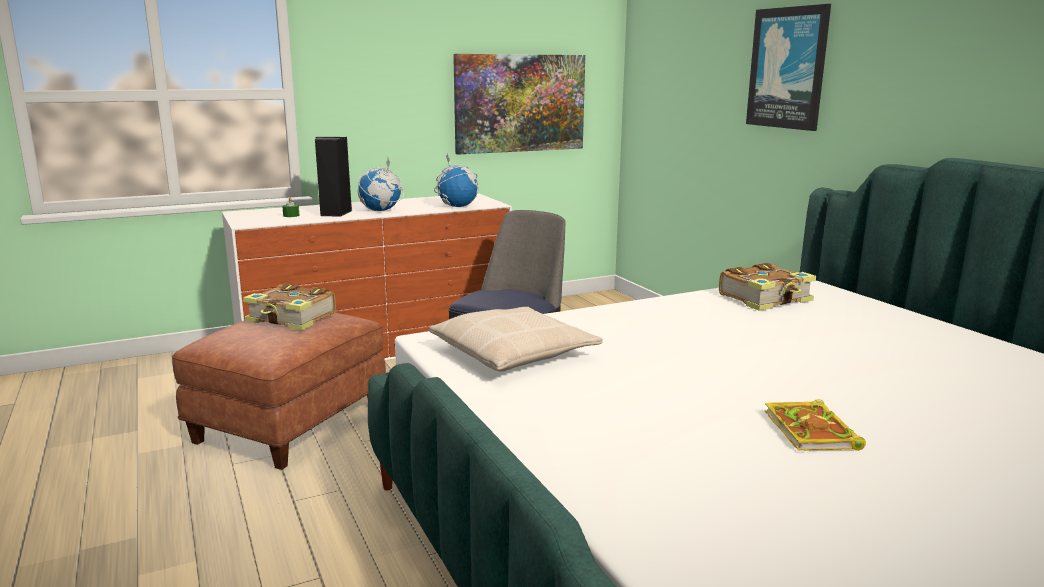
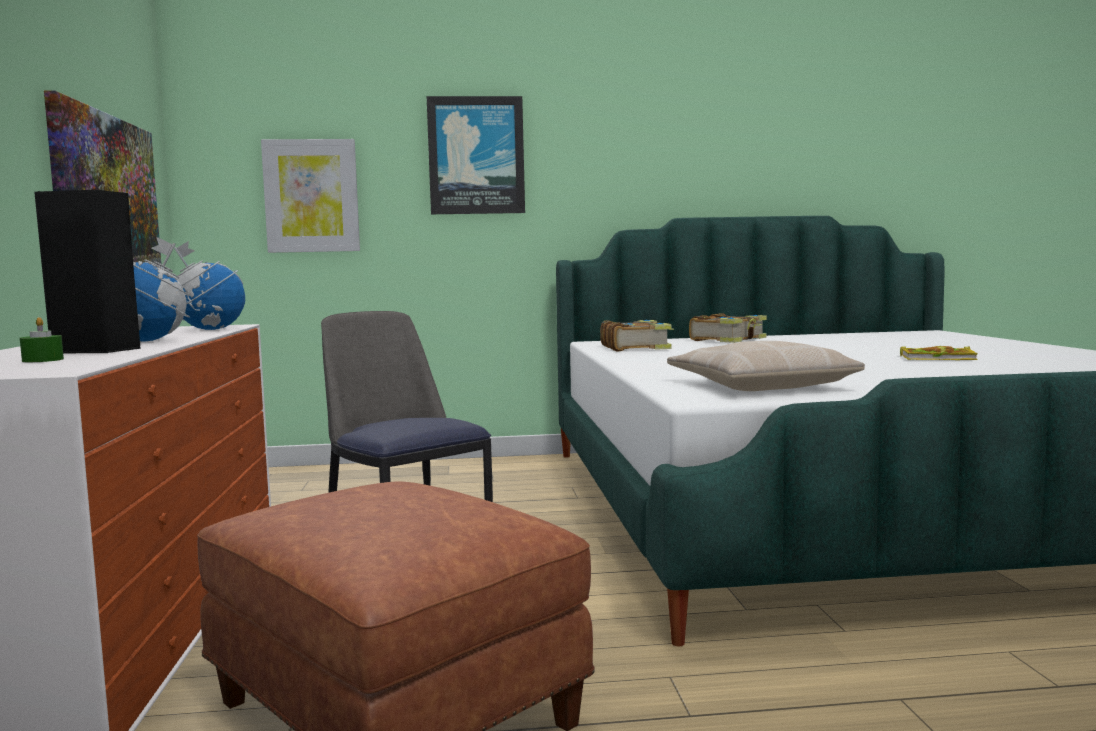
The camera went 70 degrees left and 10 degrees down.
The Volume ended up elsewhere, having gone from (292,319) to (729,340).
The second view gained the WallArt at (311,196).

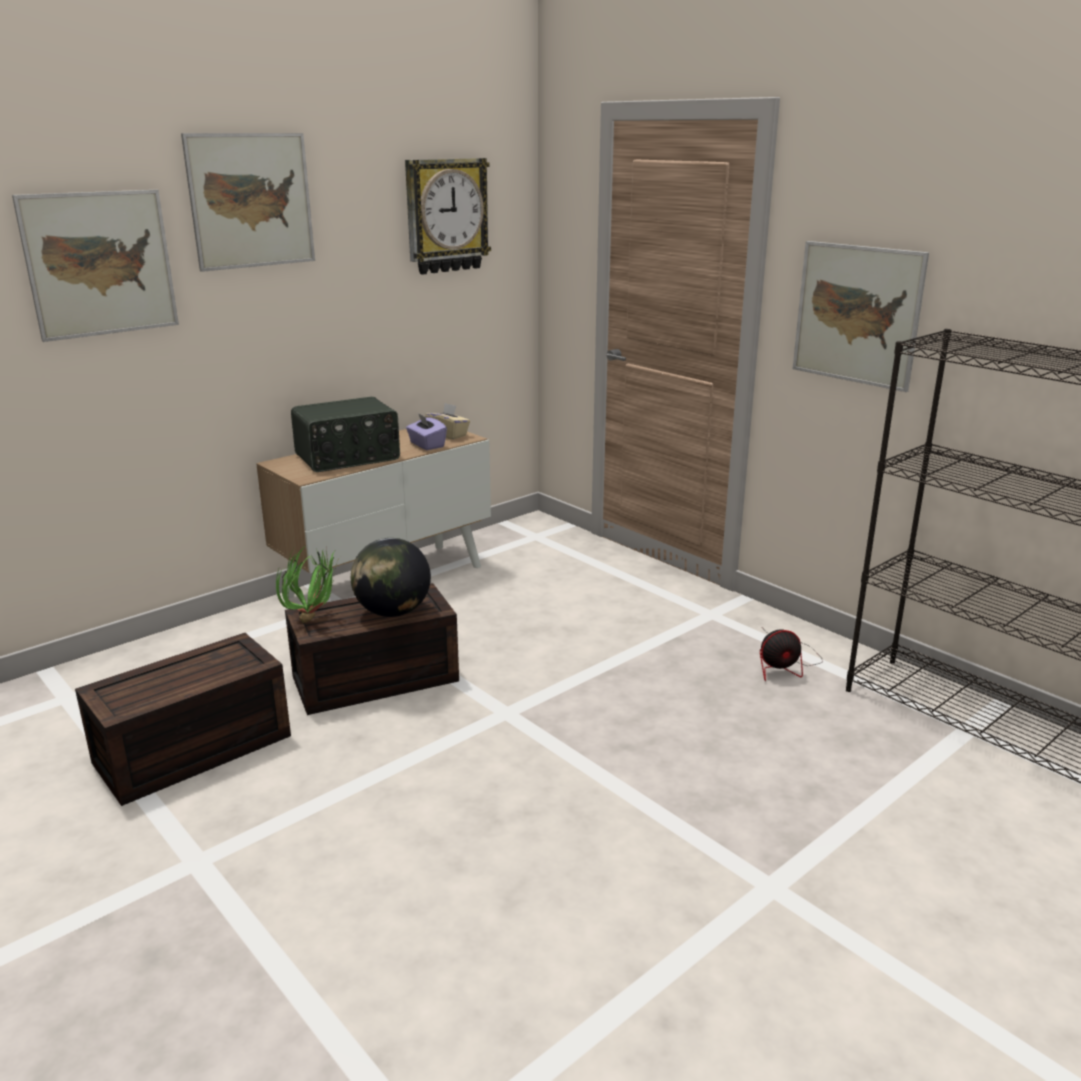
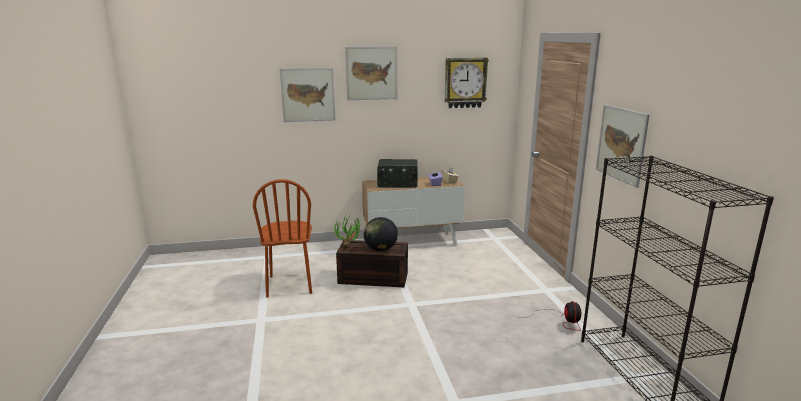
The camera went 30 degrees right and 5 degrees down.
Where the BrownColouredStorageContainer stood at (192,751), the BrownColouredChair came to stand at (289,285).
The CoolingFan at (785,664) ended up facing another way, 105 degrees counterclockwise from before.

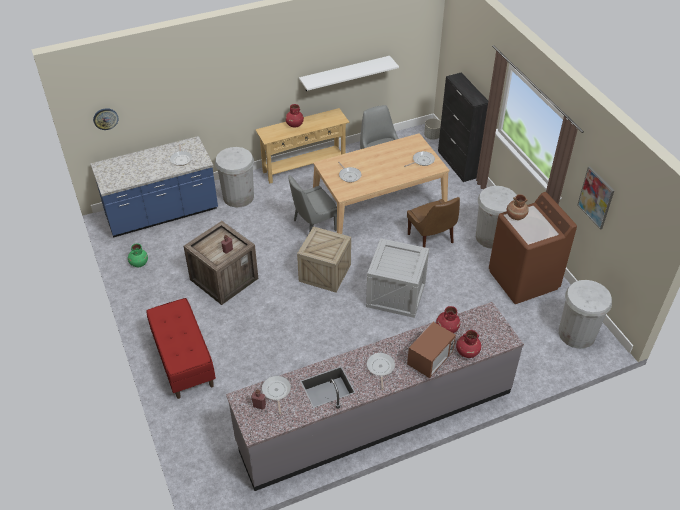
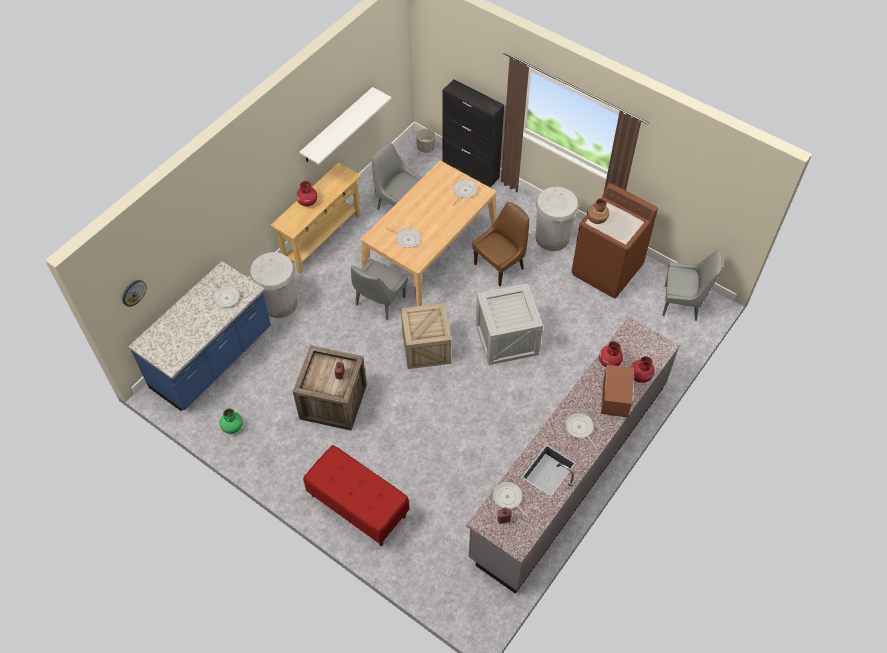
The camera went 30 degrees left and 10 degrees up.
The BrownColouredChair at (431,239) ended up facing another way, 75 degrees counterclockwise from before.
Where the WhiteColouredTrashCan stood at (577,334), the GrayChair came to stand at (682,303).
The second view lost the WallArt at (596,197).

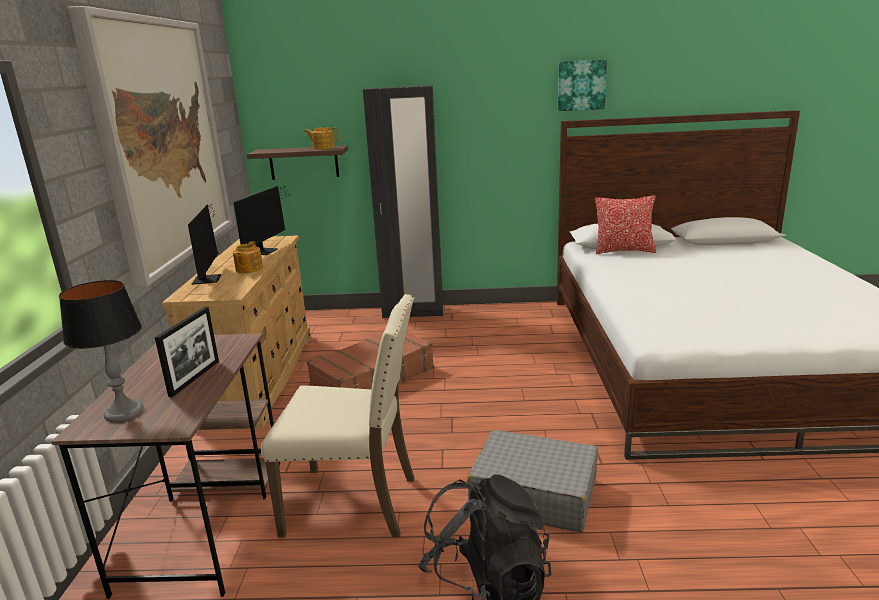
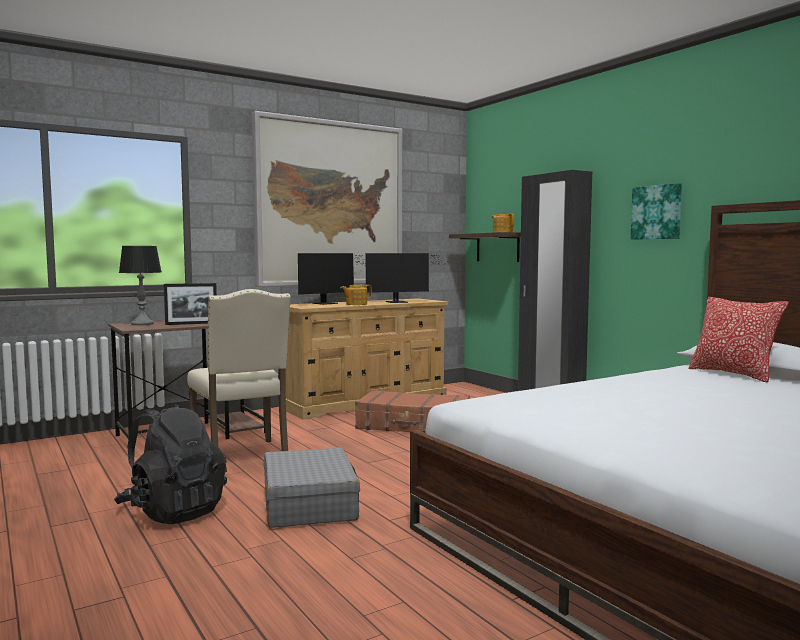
The camera went 55 degrees right and 15 degrees down.
The WallArt ended up elsewhere, having gone from (581,85) to (657,212).

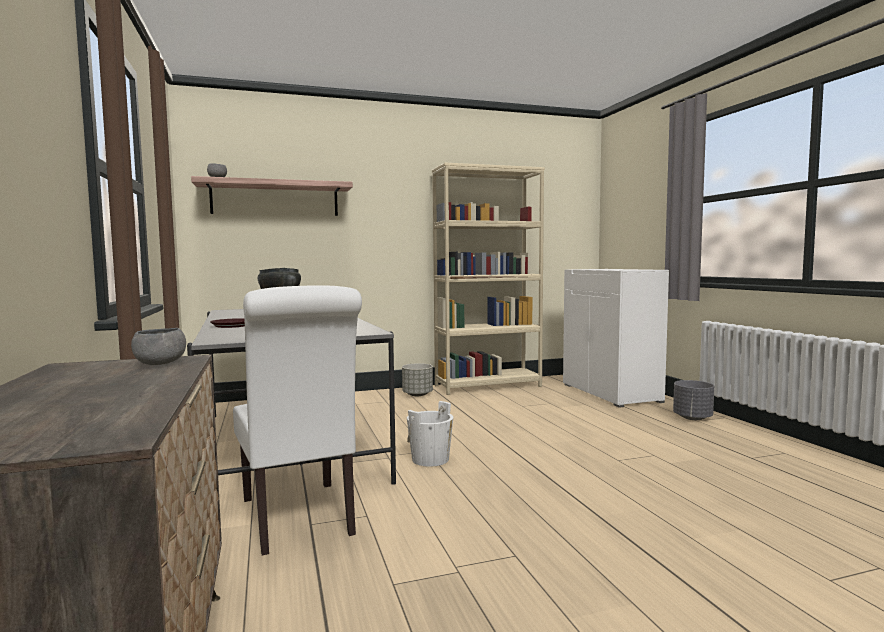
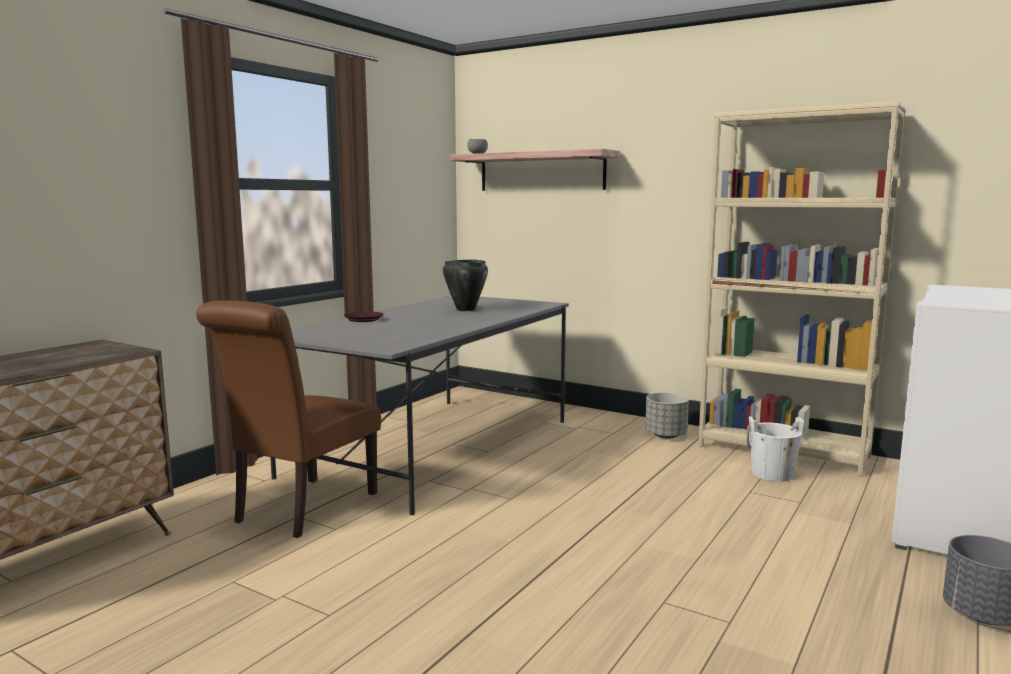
The camera went 50 degrees right and 5 degrees up.
The second view lost the GrayDeepDish at (160,364).
What was the WhiteColouredChair at (299,519) turned into the BrownColouredChair at (300,510).
The WhiteColouredBucket ended up elsewhere, having gone from (430,459) to (772,474).

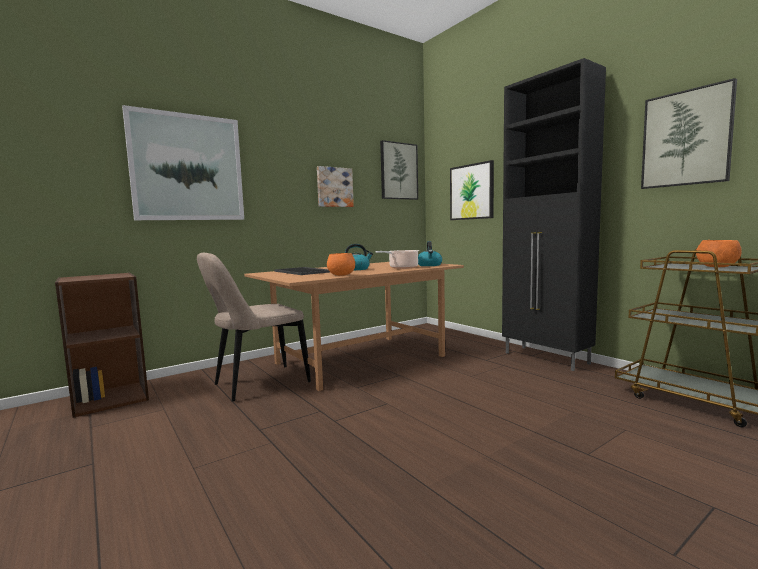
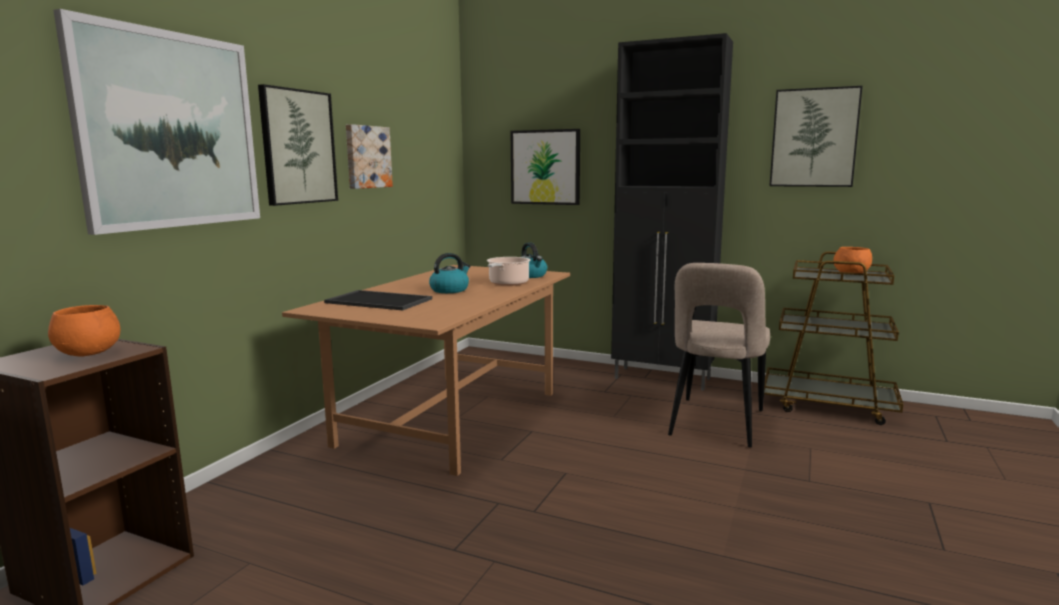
The camera went 30 degrees left and 5 degrees up.
The BeigeColouredChair ended up elsewhere, having gone from (257,384) to (715,425).
The OrangeyDeepDish ended up elsewhere, having gone from (341,275) to (89,353).
The WallArt ended up elsewhere, having gone from (398,171) to (298,147).

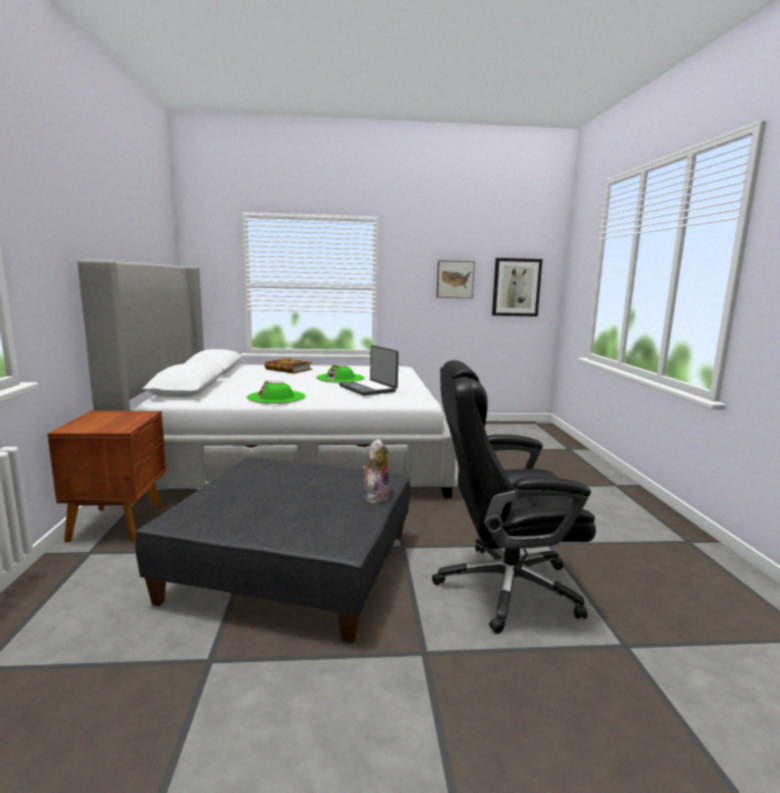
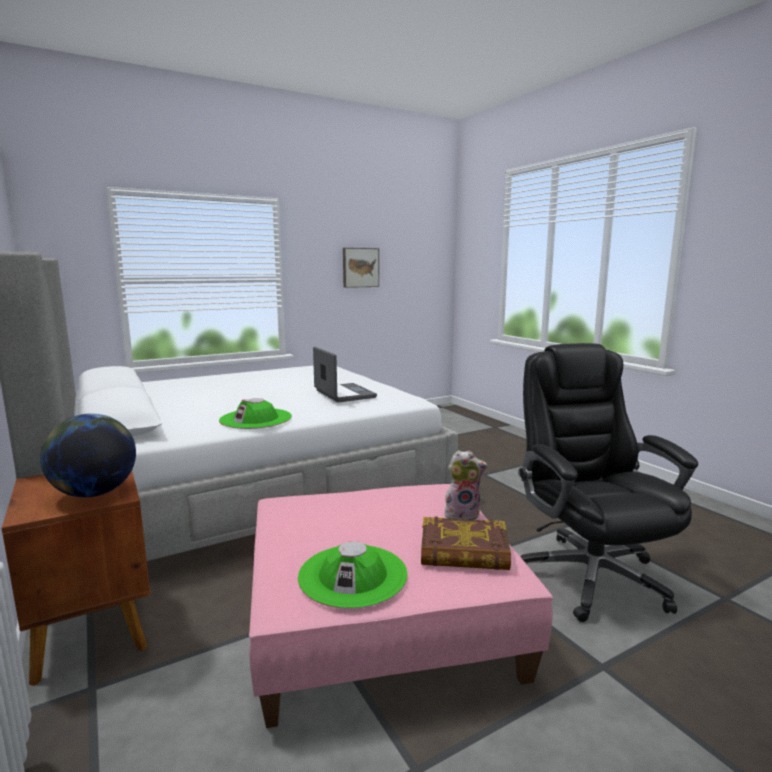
The camera went 25 degrees left and 0 degrees up.
What was the GrayPouffe at (290,567) turned into the PinkishPouffe at (379,619).
The Volume ended up elsewhere, having gone from (288,369) to (464,551).
The GreenColouredWearableHat ended up elsewhere, having gone from (340,378) to (353,575).
The NotebookComputer at (368,389) ended up facing another way, 150 degrees counterclockwise from before.
The CuddlyToy at (375,497) ended up facing another way, 90 degrees clockwise from before.
The BlackishComputerChair at (503,587) ended up facing another way, 105 degrees clockwise from before.
The second view lost the WallArt at (516,287).
The second view gained the WorldGlobe at (94,493).

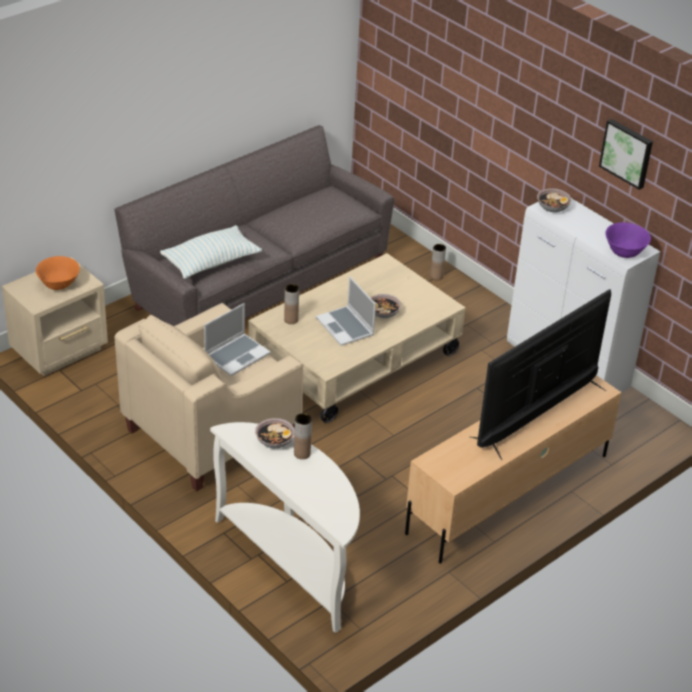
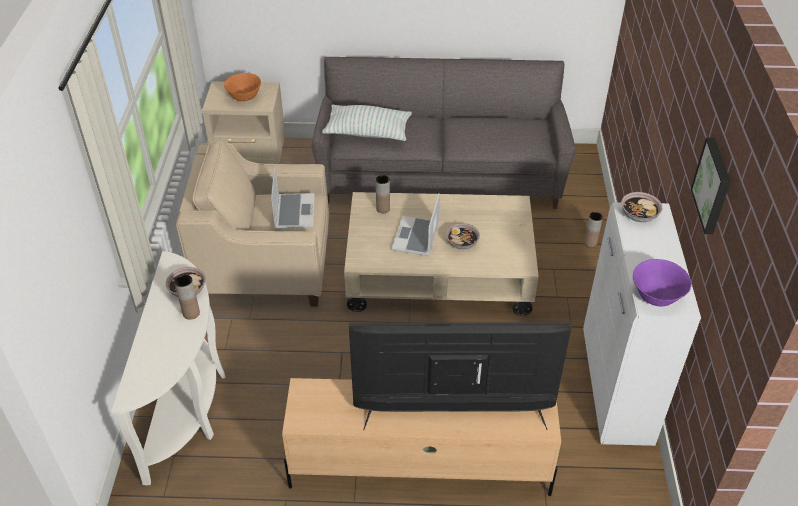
The camera went 45 degrees right and 5 degrees up.
The NotebookComputer at (237,355) ended up facing another way, 90 degrees counterclockwise from before.

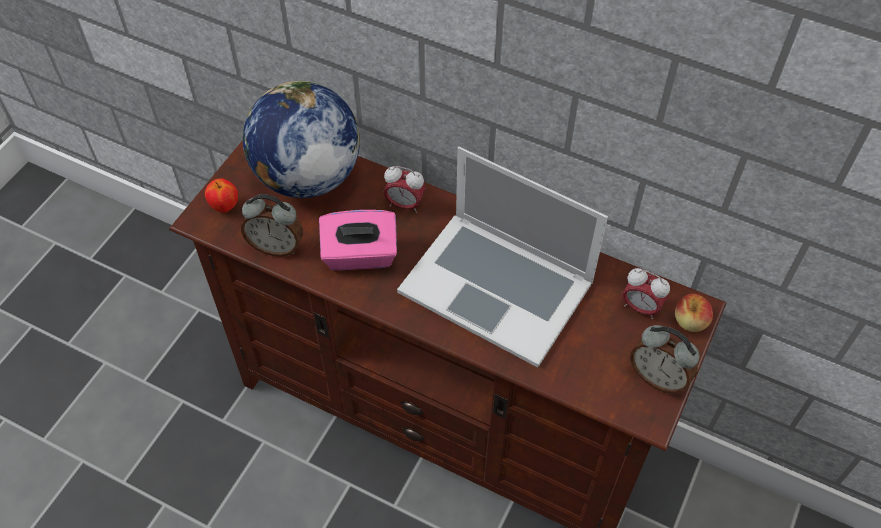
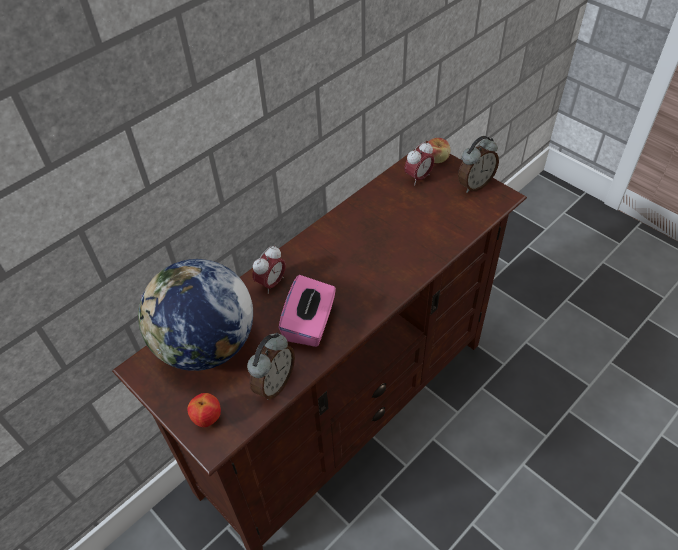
The camera went 70 degrees left and 5 degrees down.
The second view lost the NotebookComputer at (497,286).

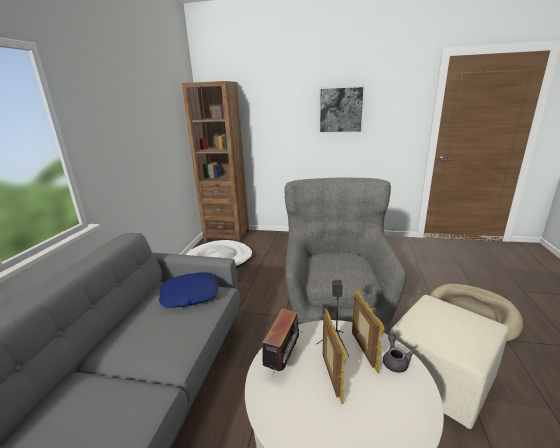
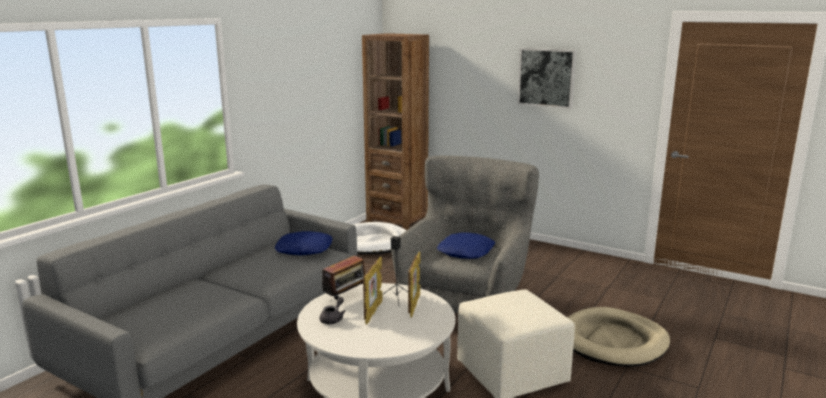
The camera went 20 degrees right and 5 degrees down.
The GrayTeaPot ended up elsewhere, having gone from (395,361) to (333,319).
The second view gained the BluishPillow at (466,252).

